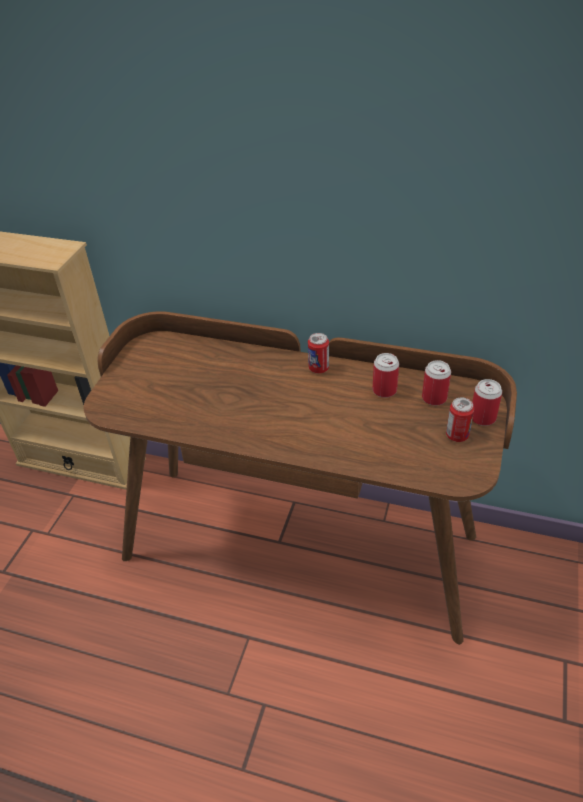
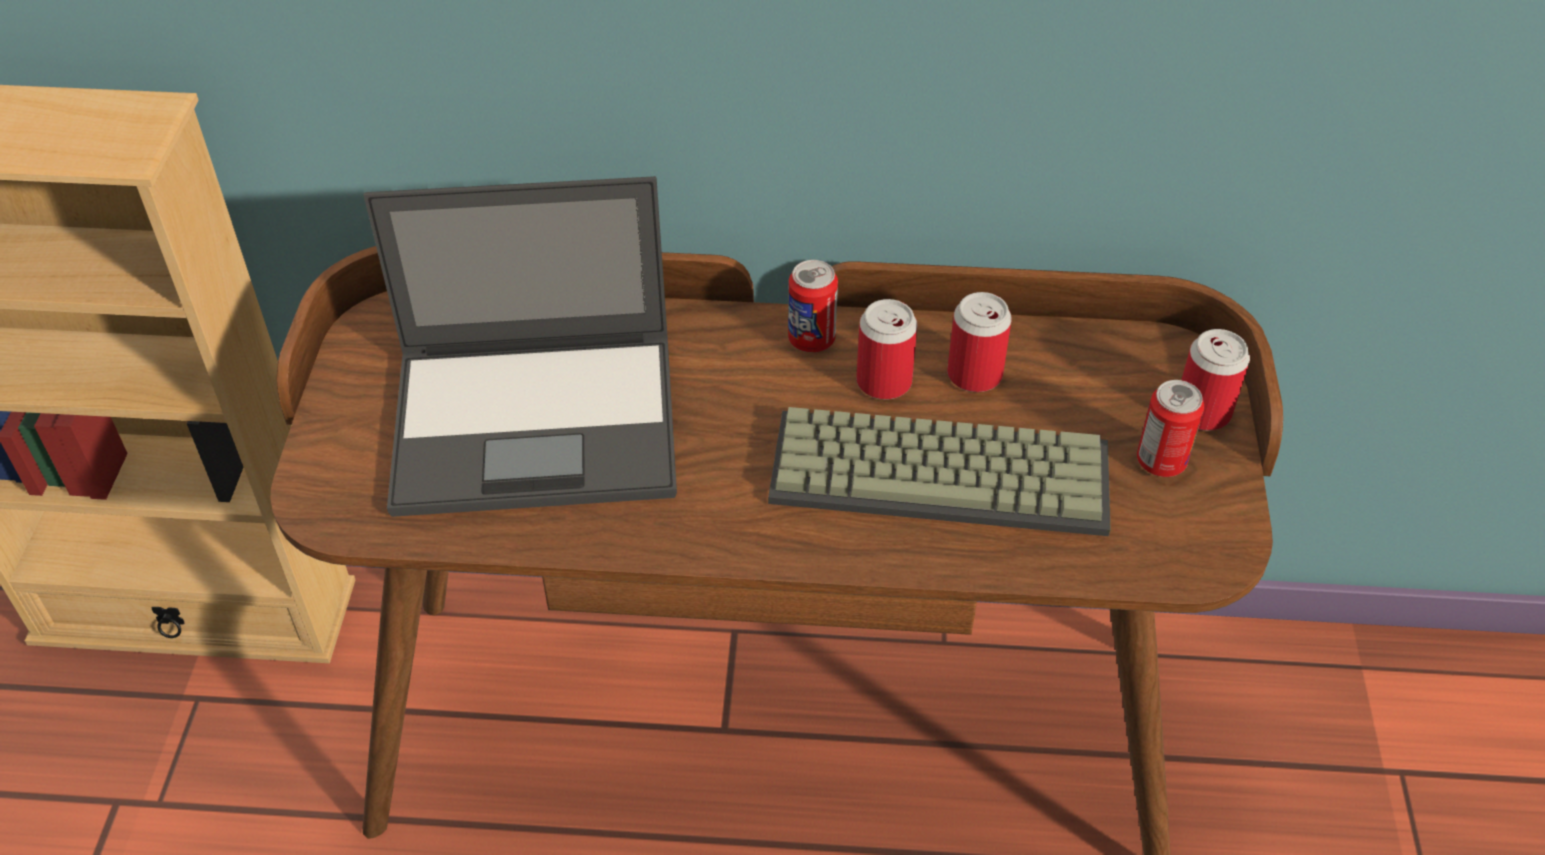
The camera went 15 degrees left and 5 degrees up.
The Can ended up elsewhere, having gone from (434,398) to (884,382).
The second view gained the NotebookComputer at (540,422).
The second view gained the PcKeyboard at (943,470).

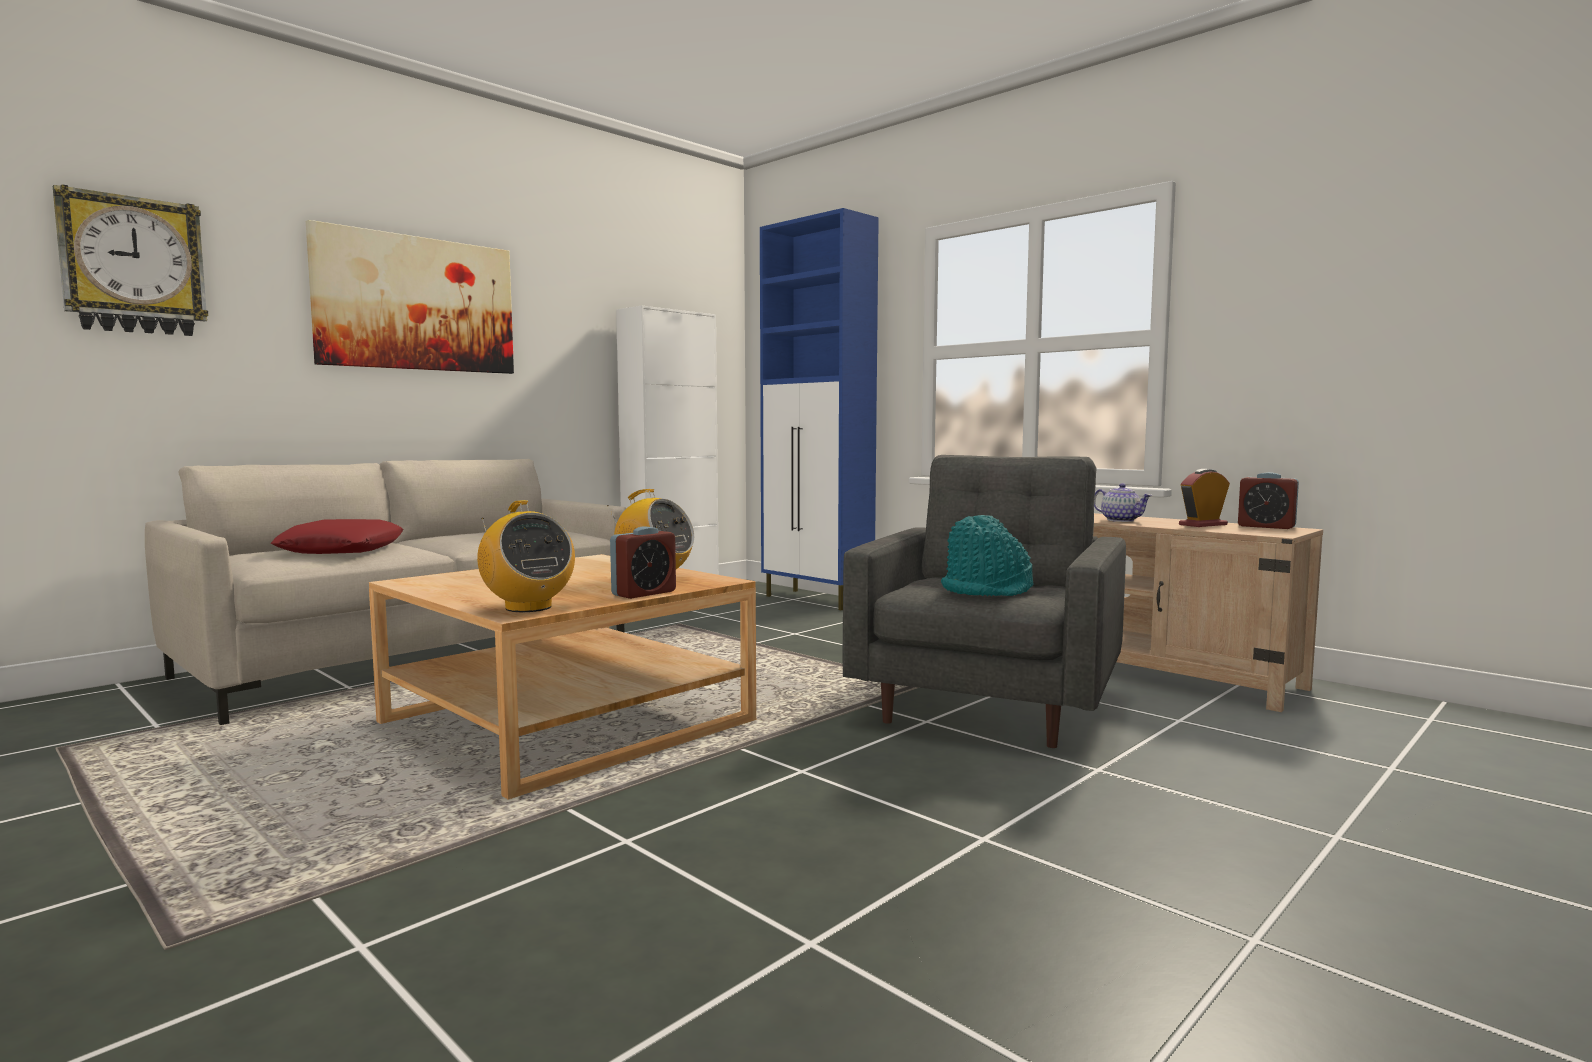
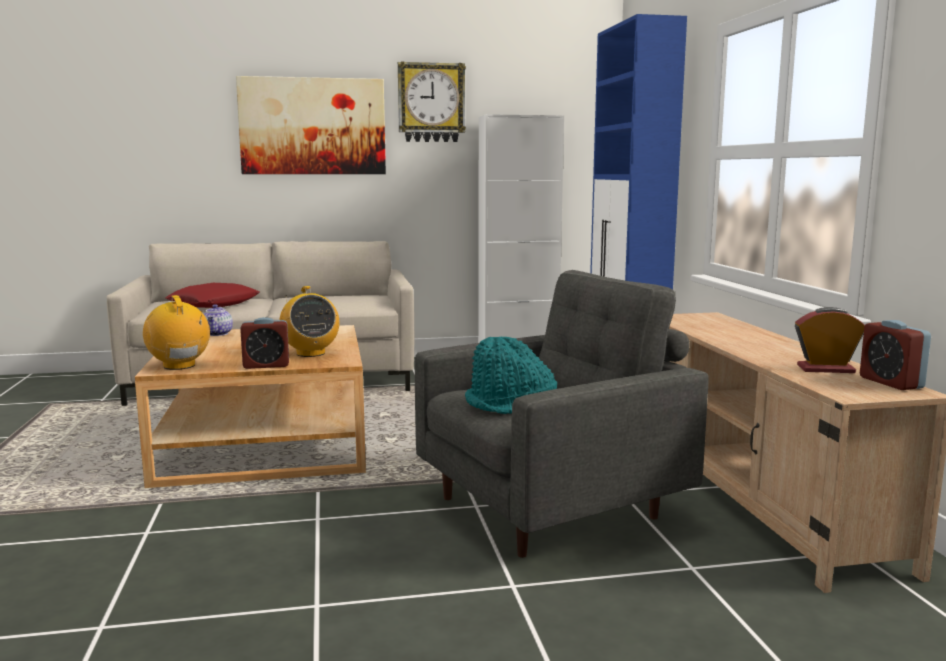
The camera went 35 degrees right and 5 degrees up.
The WallClock ended up elsewhere, having gone from (133,265) to (431,103).
The RadioSet at (528,607) ended up facing another way, 150 degrees clockwise from before.
The TeaPot ended up elsewhere, having gone from (1121,520) to (217,334).

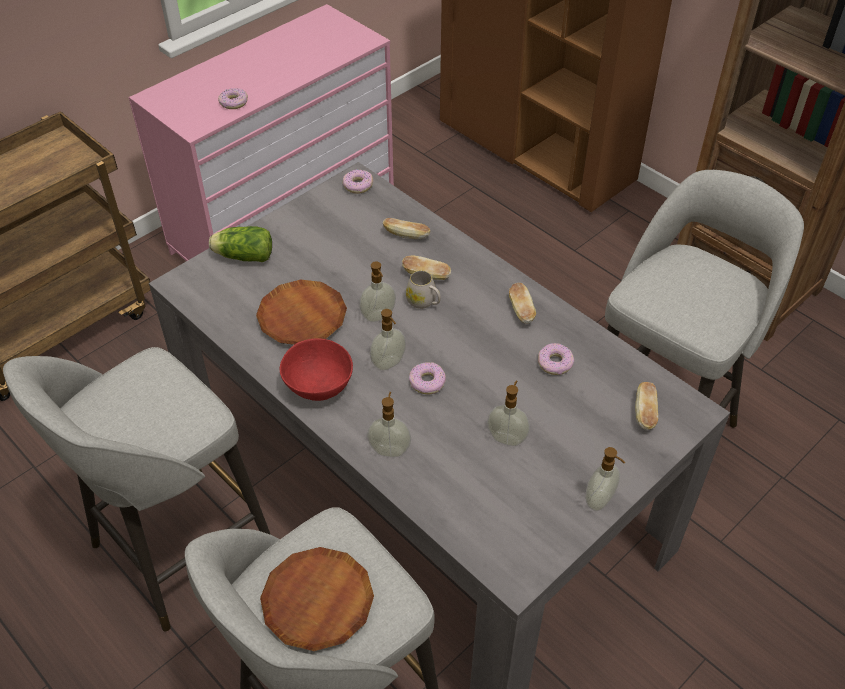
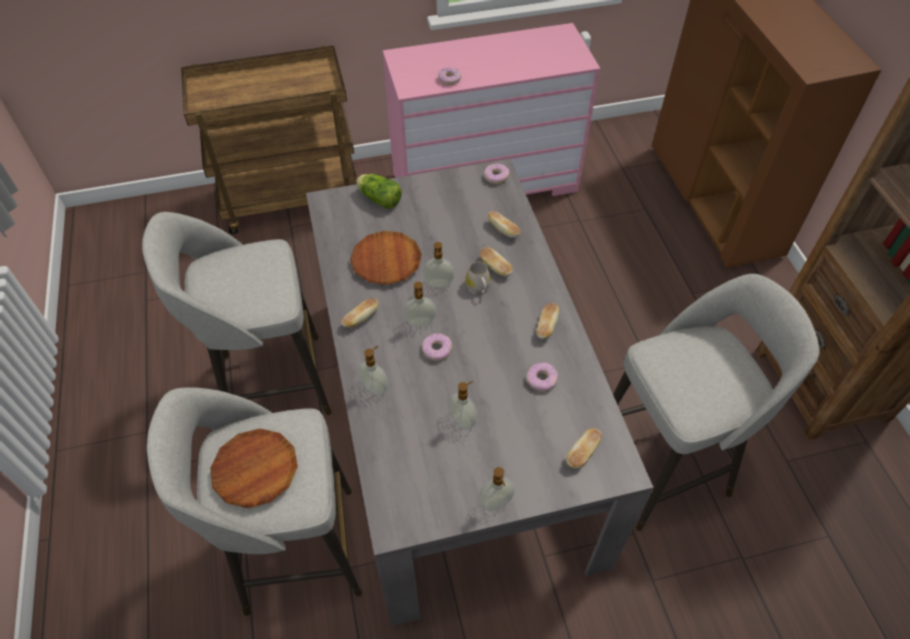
The camera went 30 degrees right and 5 degrees up.
Where the ReddishDeepDish stood at (319,387), the Bread came to stand at (360,318).

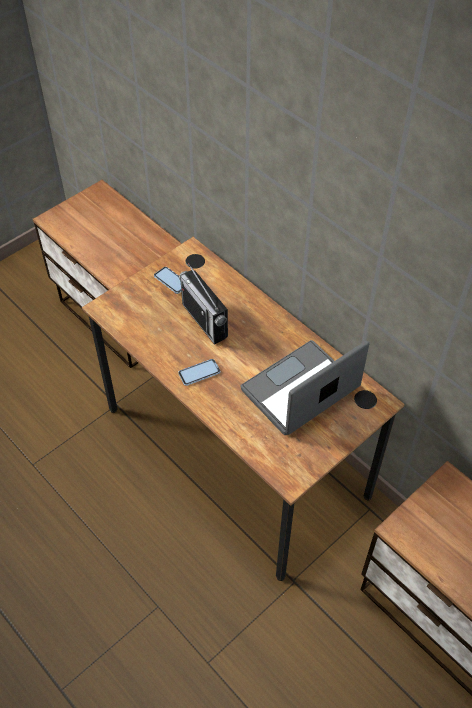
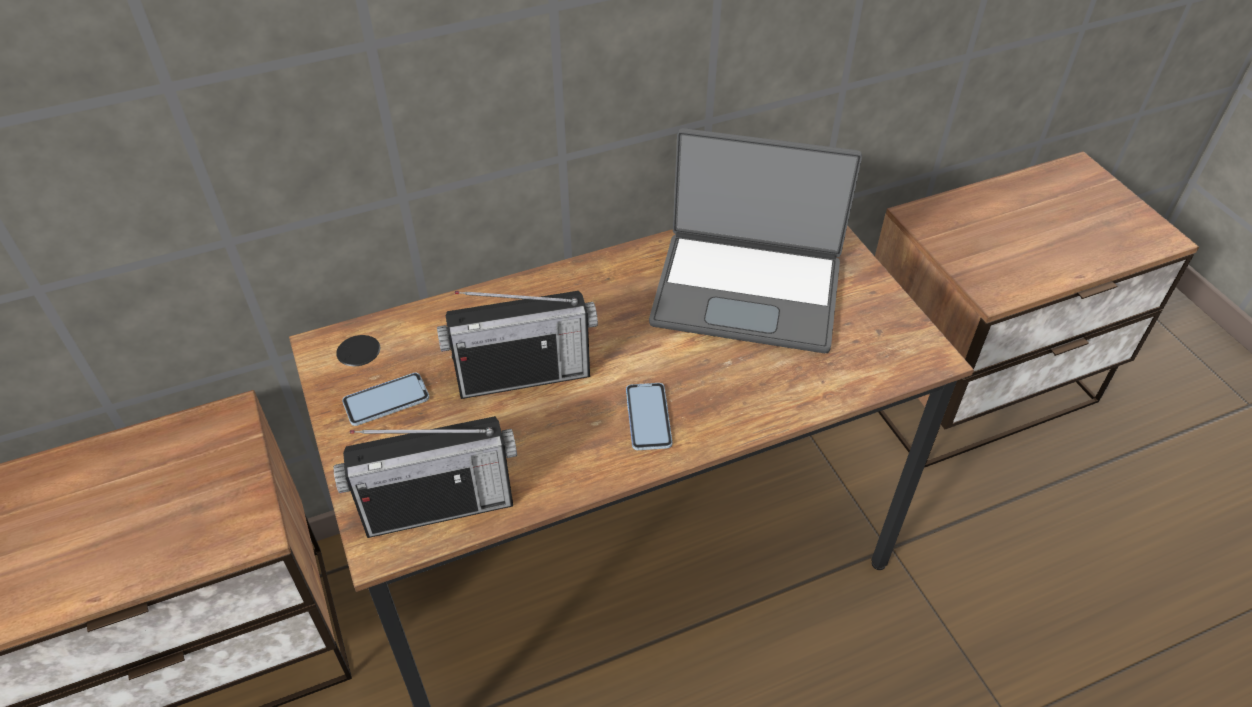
The camera went 70 degrees left and 5 degrees down.
The NotebookComputer at (301,391) ended up facing another way, 60 degrees counterclockwise from before.
The second view gained the RadioSet at (438,507).

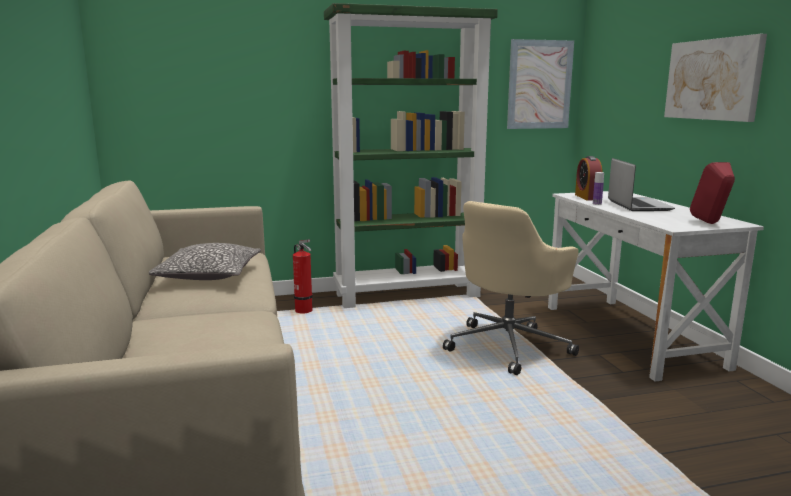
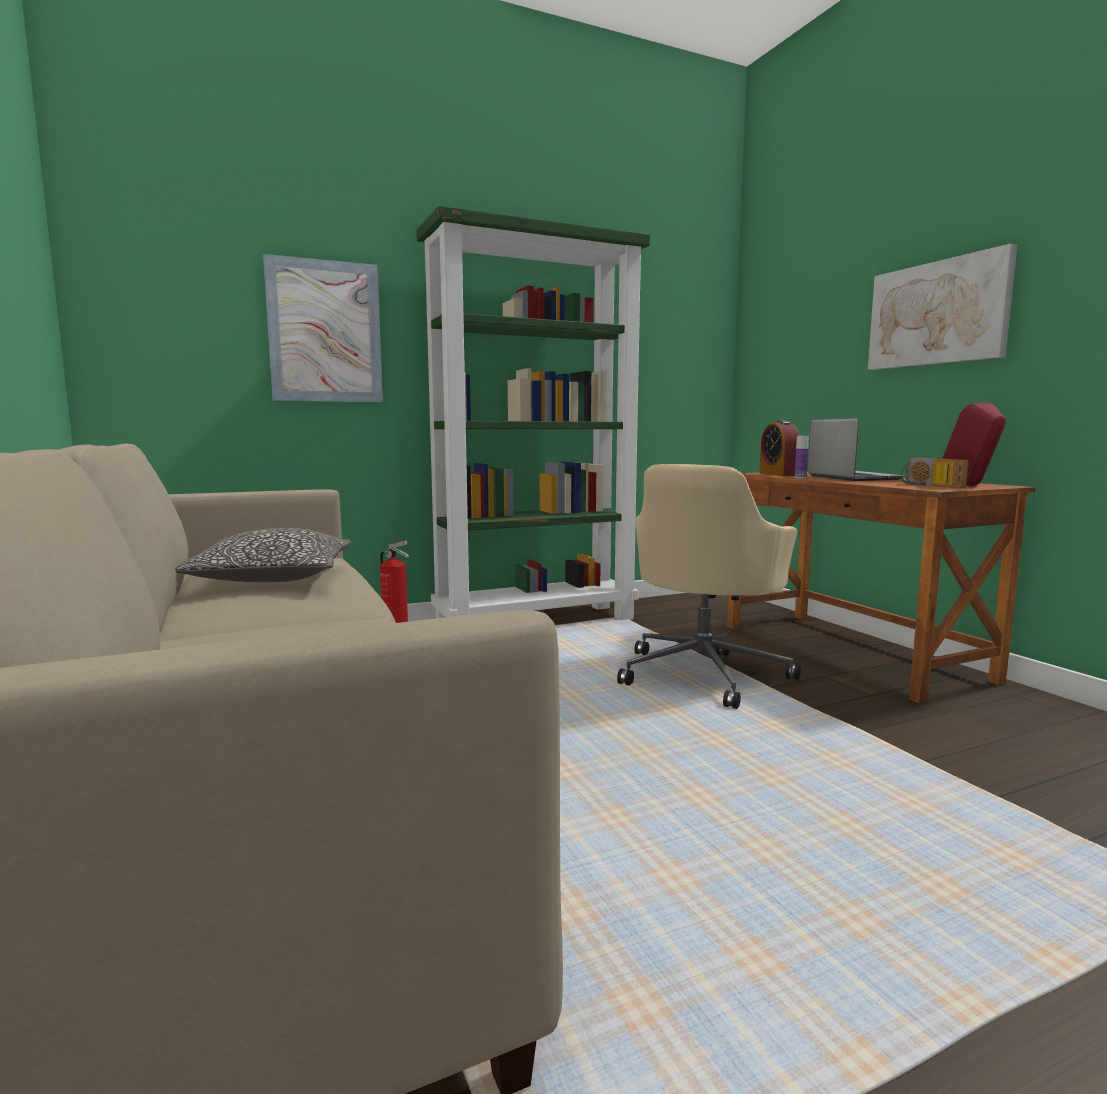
The camera went 10 degrees left and 5 degrees down.
The WallArt ended up elsewhere, having gone from (539,85) to (325,332).
What was the WhiteColouredDesk at (630,335) turned into the BrownColouredDesk at (849,652).
The second view gained the RadioSet at (929,486).

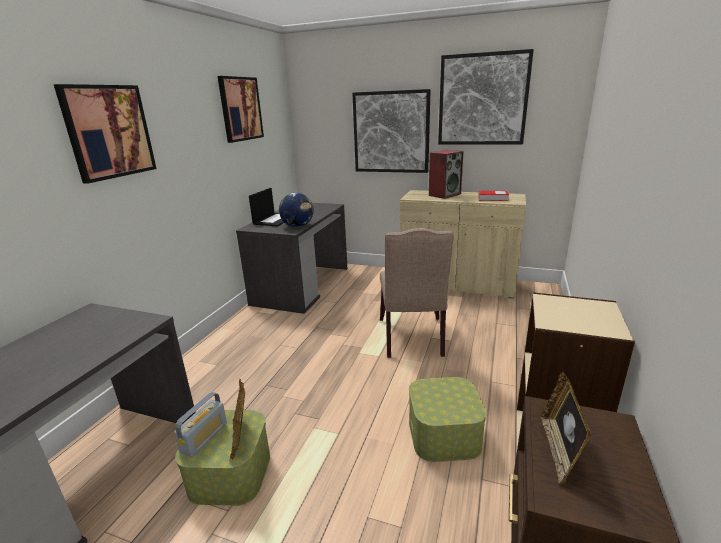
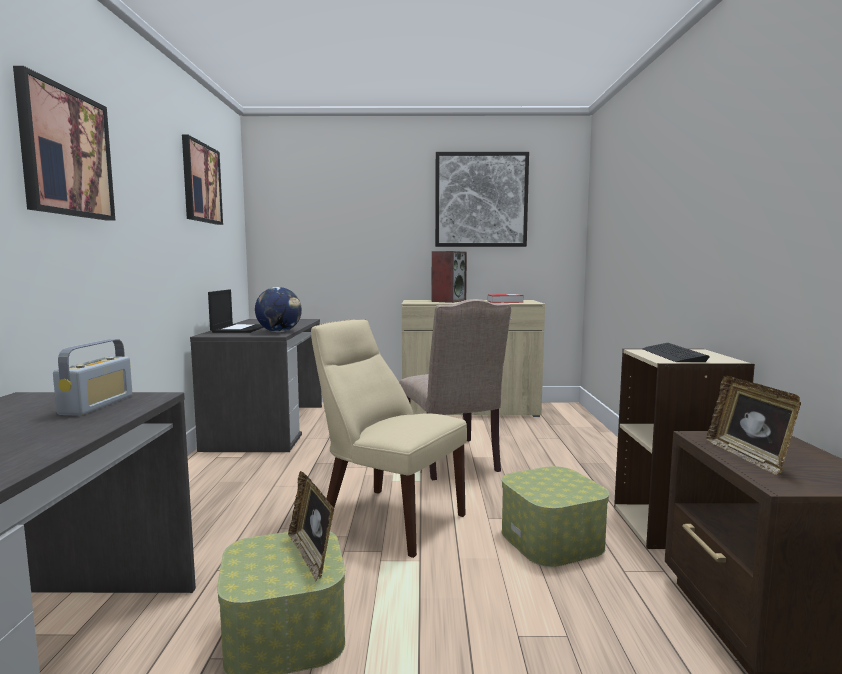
The camera went 20 degrees left and 15 degrees down.
The RadioSet ended up elsewhere, having gone from (204,437) to (97,405).
The second view lost the WallArt at (391,132).
The second view gained the BeigeColouredChair at (388,517).
The second view gained the PcKeyboard at (673,355).

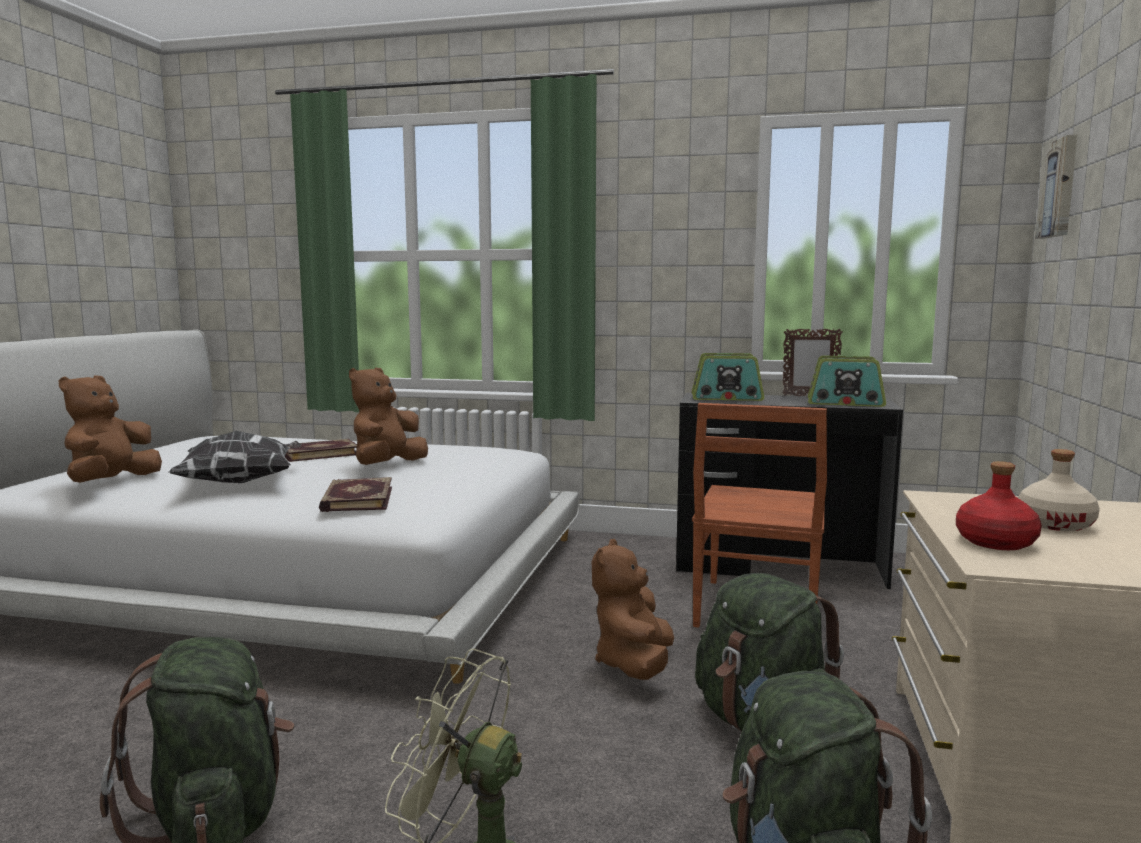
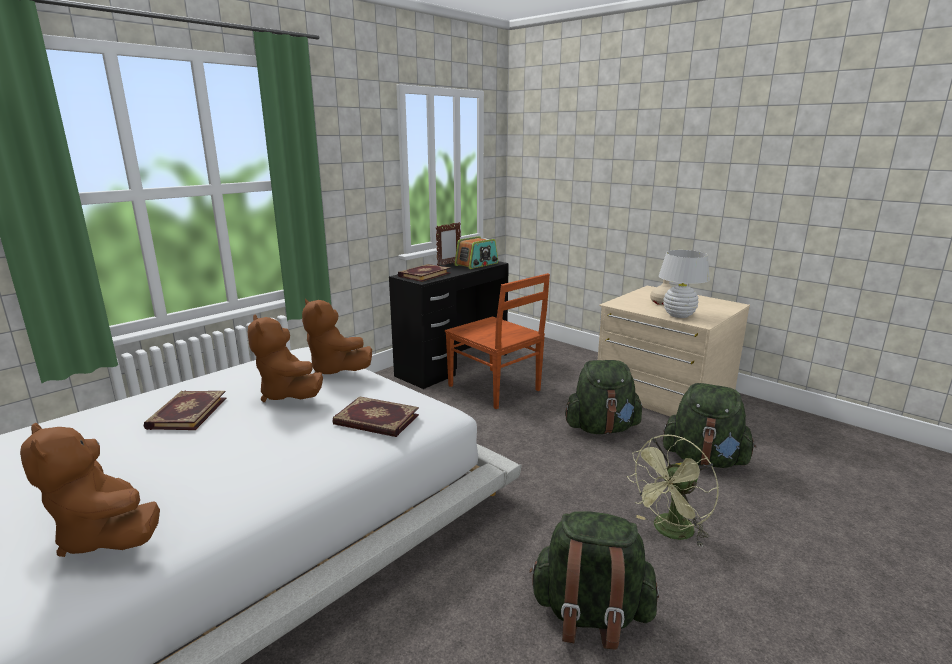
The camera went 60 degrees left and 10 degrees up.
The second view lost the Pillow at (242,482).
The BrownColouredCuddlyToy ended up elsewhere, having gone from (634,665) to (335,370).
Where the RadioSet stood at (727,397), the Volume came to stand at (424,274).
Where the ReddishBottle stood at (994,542), the WhiteColouredLampForATable came to stand at (678,315).
The second view lost the WallArt at (1060,189).

